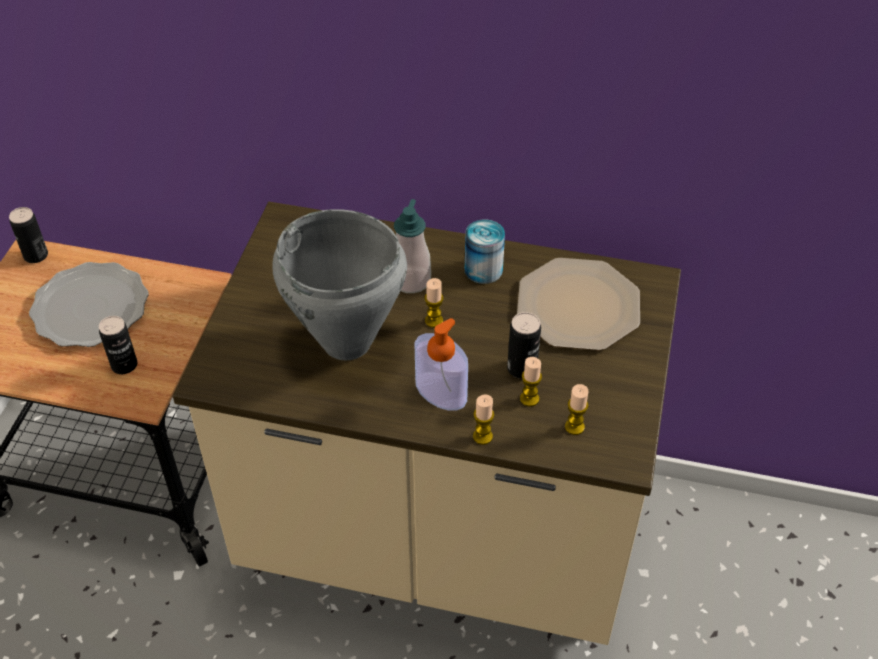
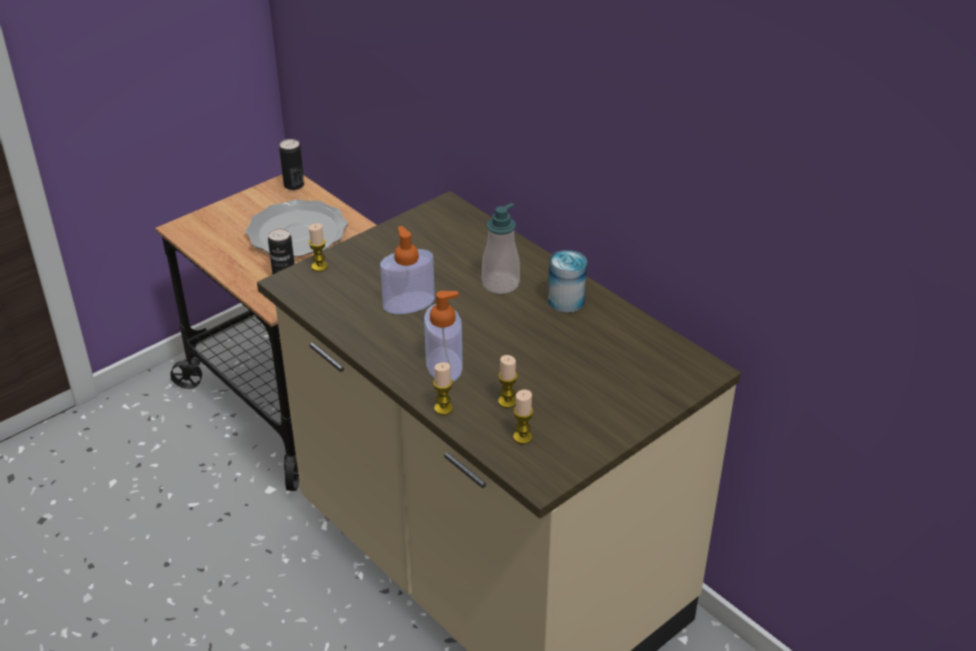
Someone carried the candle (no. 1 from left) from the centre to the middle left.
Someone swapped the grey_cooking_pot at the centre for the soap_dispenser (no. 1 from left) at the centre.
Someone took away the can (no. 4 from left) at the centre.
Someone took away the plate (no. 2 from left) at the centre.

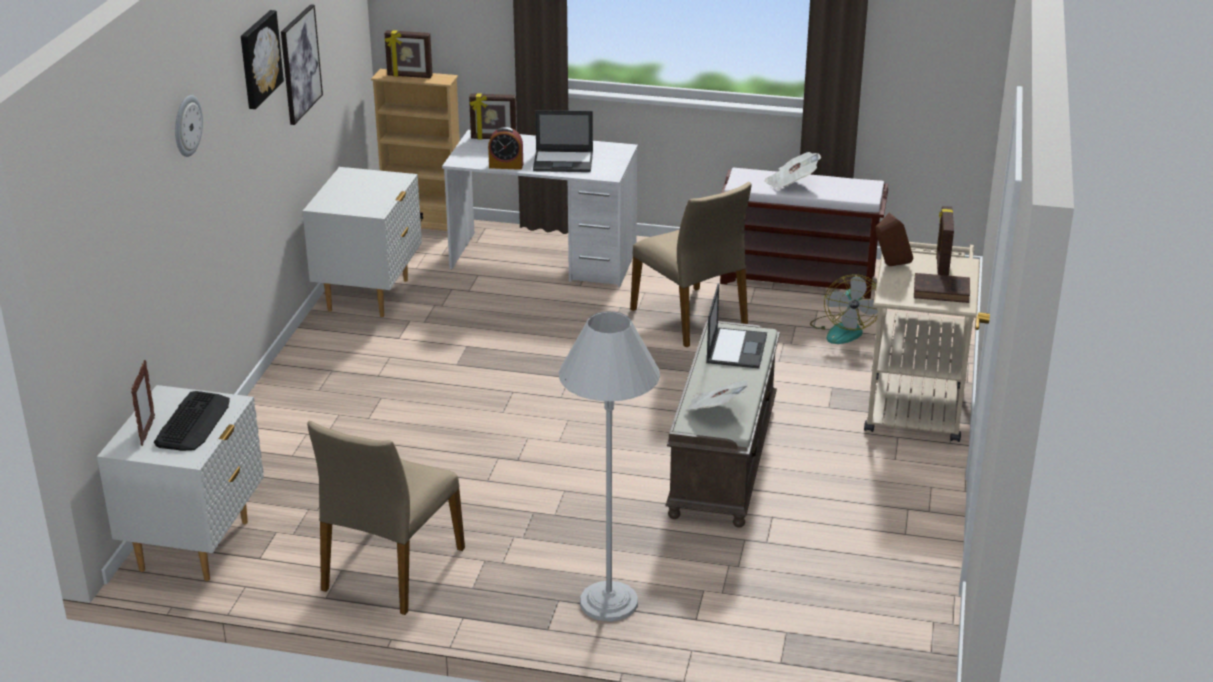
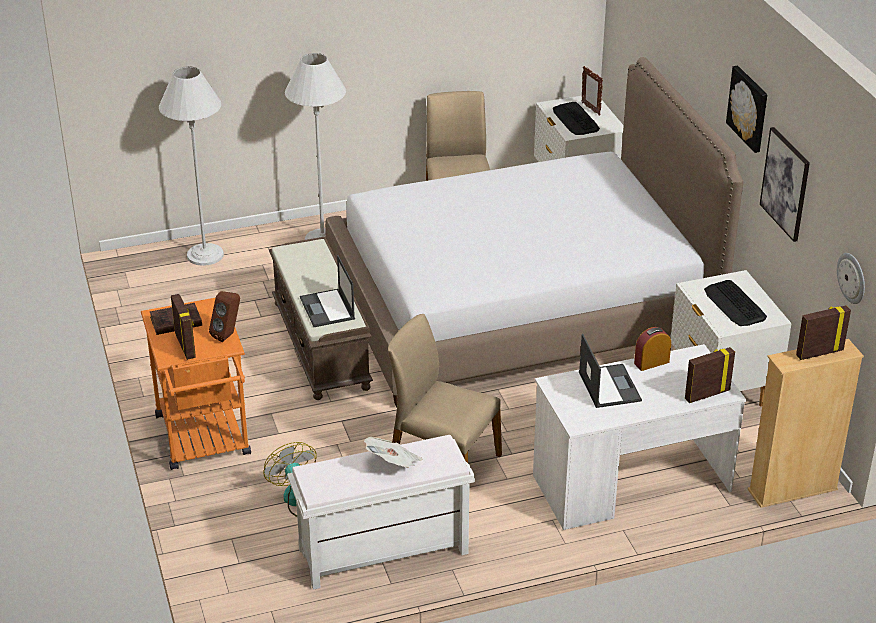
Someone repainted the beige_cart at the middle right, which became the orange_cart at the middle left.
Someone put down the white_floor_lamp (no. 1 from left) at the top left.
Someone repainted the brown_bench (no. 2 from left) at the centre, which became the white_bench at the bottom centre.
Someone put down the bed at the centre.
Someone rotated the laptop (no. 1 from left in the first image) at the top centre by 105 degrees clockwise.
Someone put down the keyboard (no. 2 from left) at the middle right.
Someone carried the wall_clock from the top left to the middle right.
Someone took away the newspaper (no. 1 from left) at the centre.

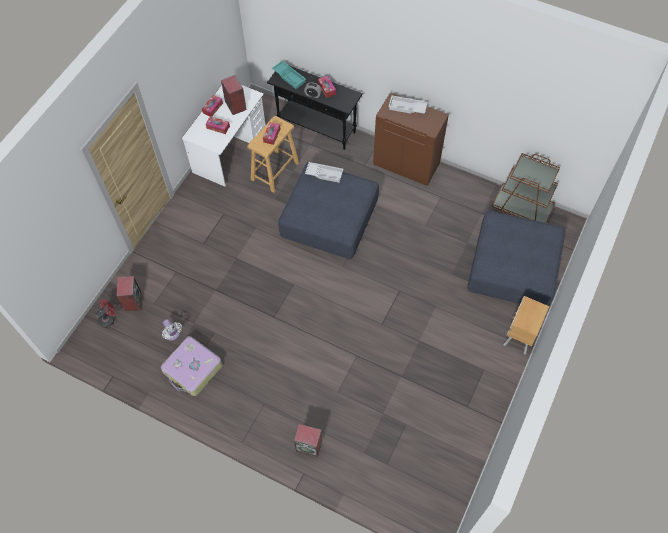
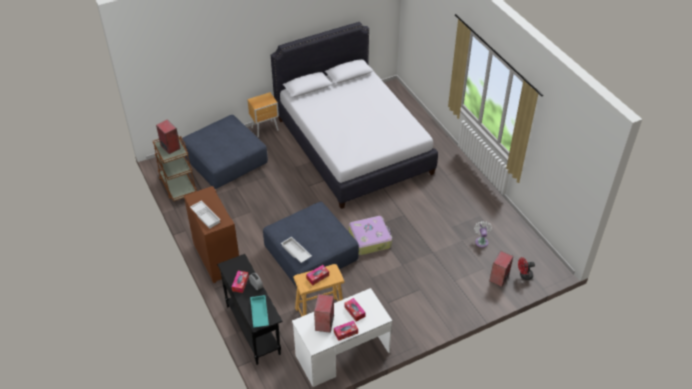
Someone carried the speaker (no. 3 from left in the first image) from the bottom centre to the middle left.
Someone put down the white_bed at the top centre.
Someone carried the suitcase from the bottom left to the centre.

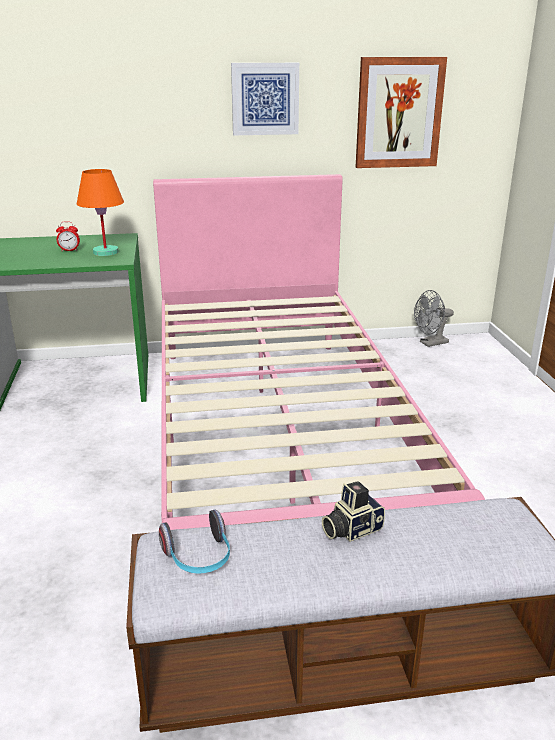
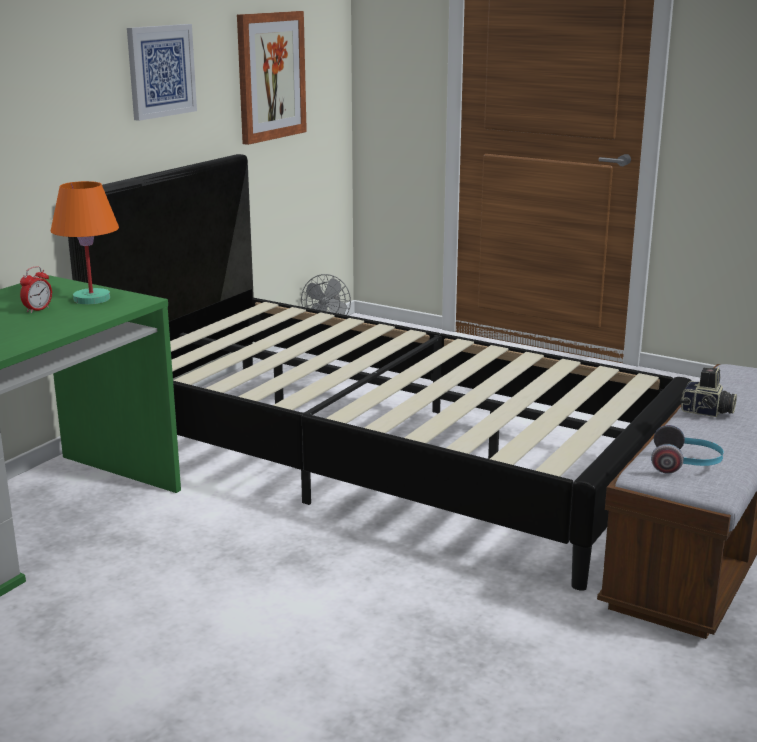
Someone repainted the pink_bed at the centre, which became the black_bed at the centre.
Someone rotated the photo_camera at the bottom centre by 75 degrees counterclockwise.

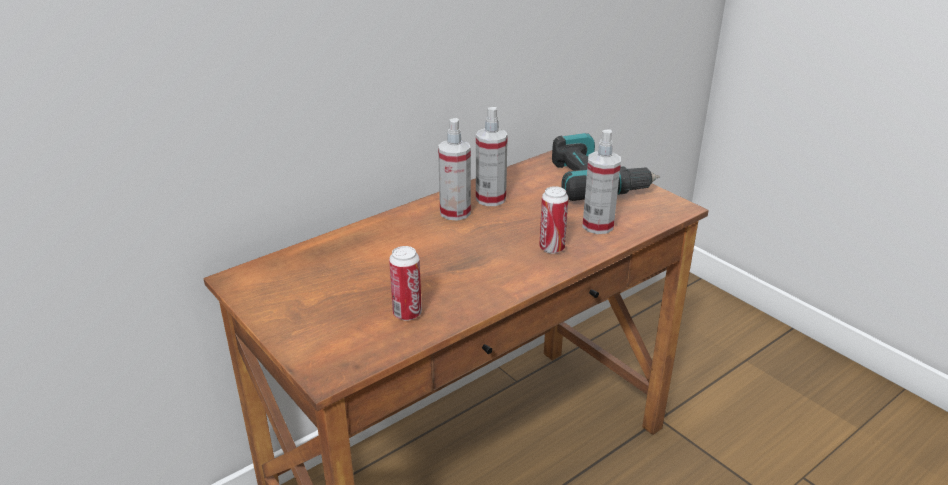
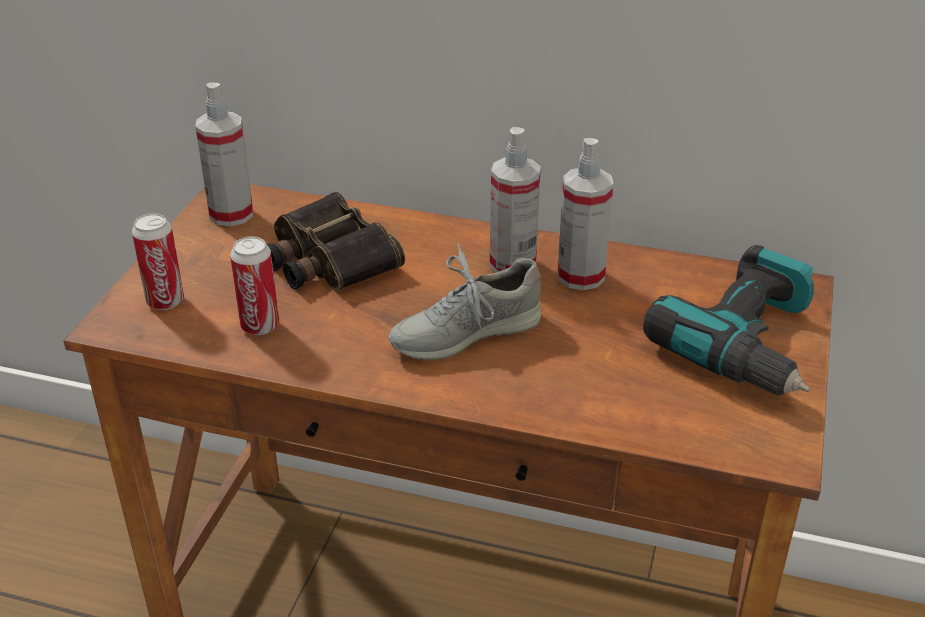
Someone carried the can (no. 2 from left in the first image) from the centre to the middle left.
Someone carried the spray_bottle (no. 3 from left in the first image) from the centre to the top left.
Someone put down the binoculars at the centre.
Someone put down the grey_shoe at the centre.

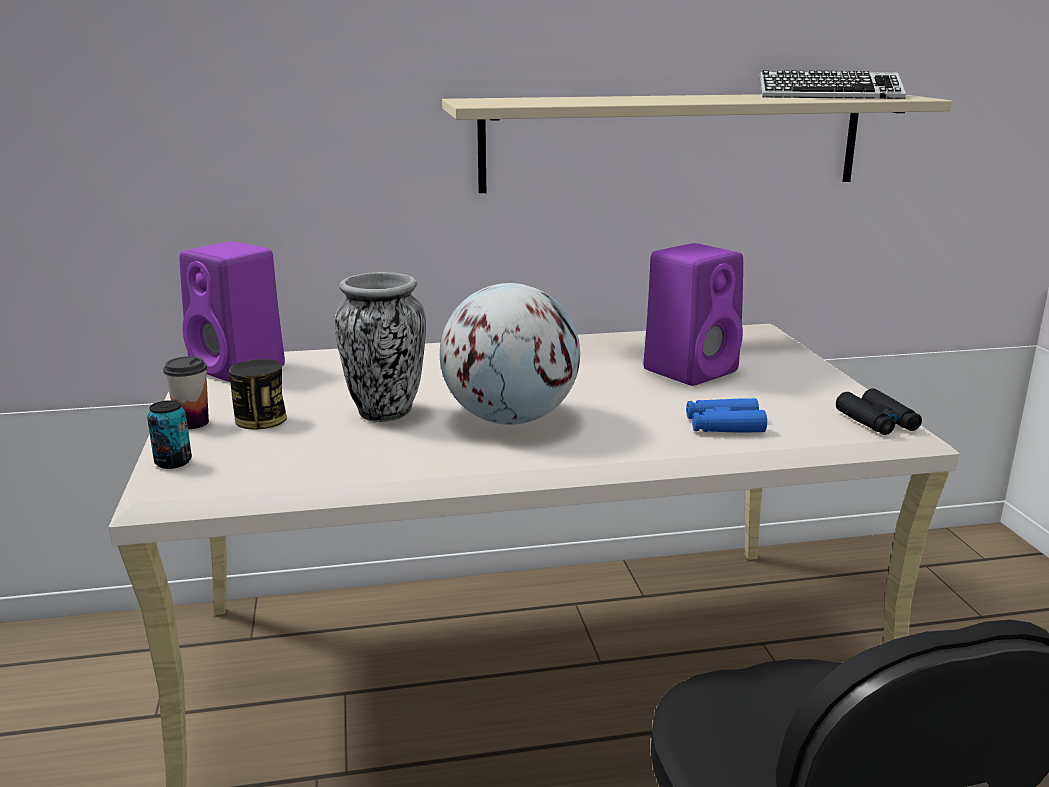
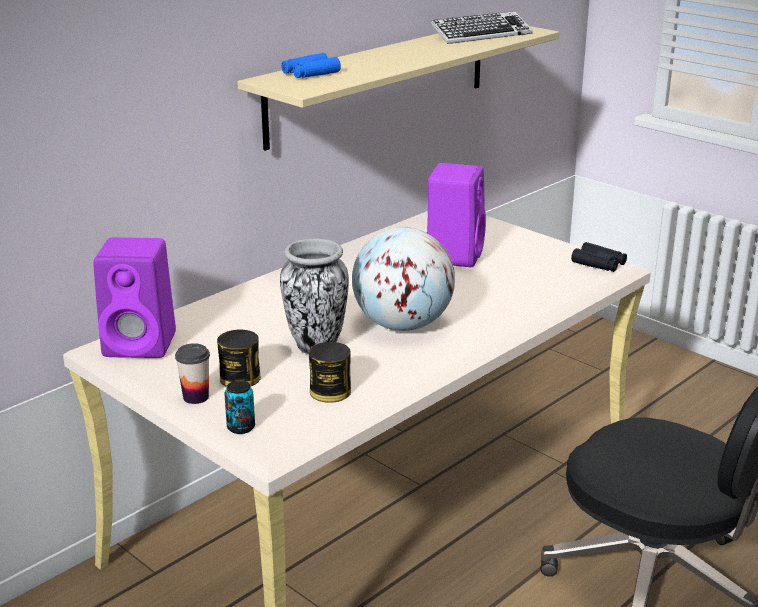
Someone carried the blue_binoculars from the middle right to the top centre.
Someone put down the can (no. 3 from left) at the centre.

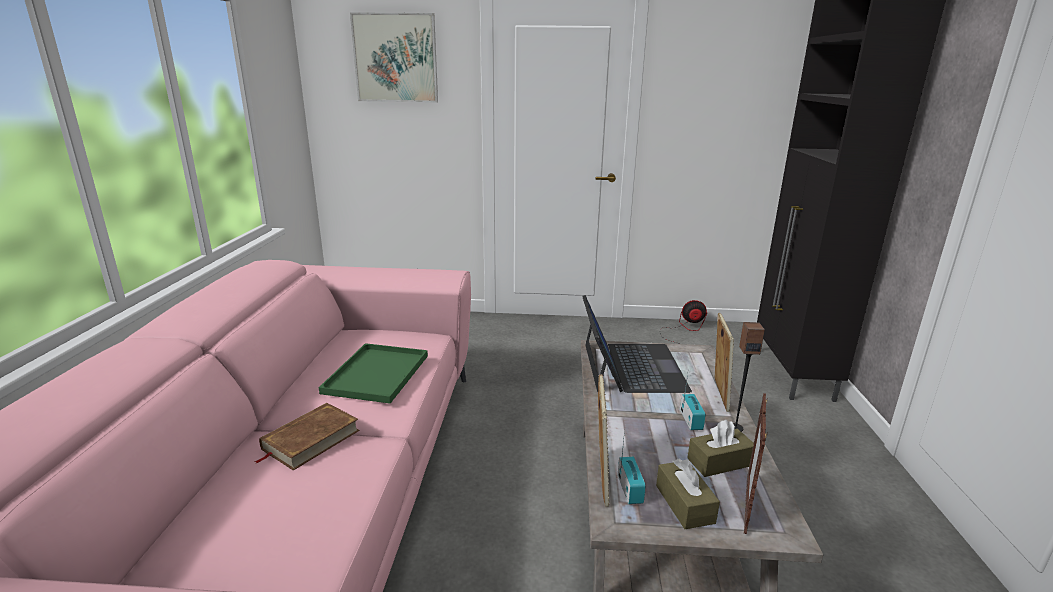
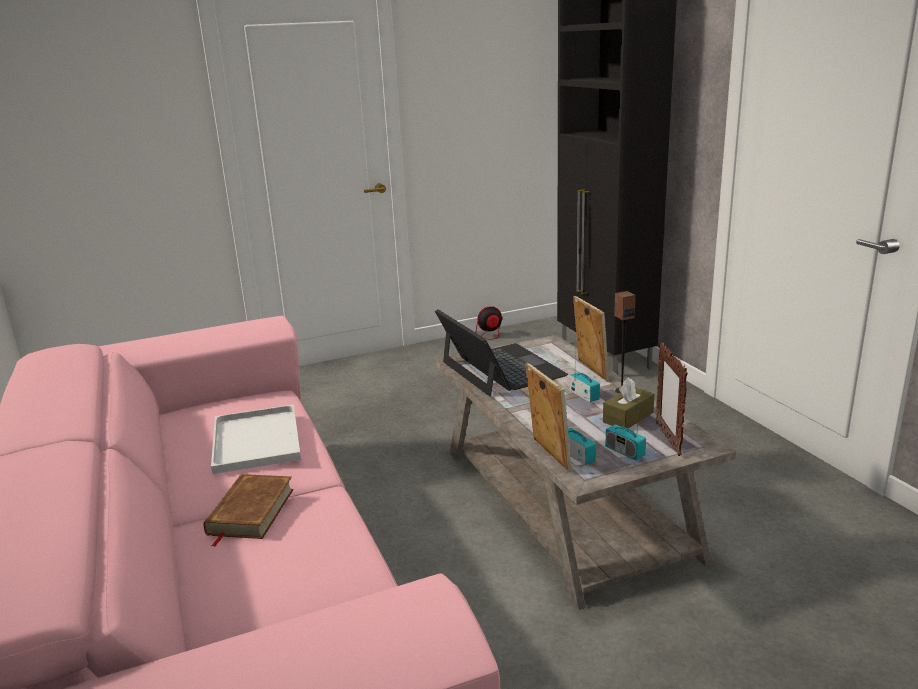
Someone repainted the green_tray at the centre, which became the white_tray at the middle left.
Someone swapped the brown_tissue_box (no. 1 from left) at the bottom centre for the radio (no. 3 from left) at the middle right.
Someone took away the picture at the top centre.

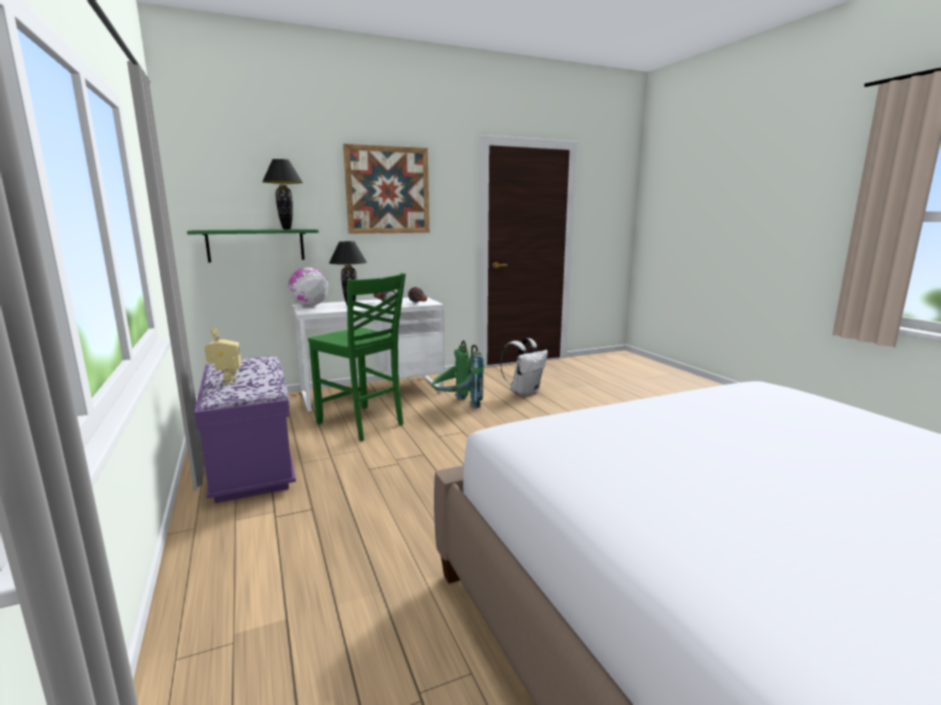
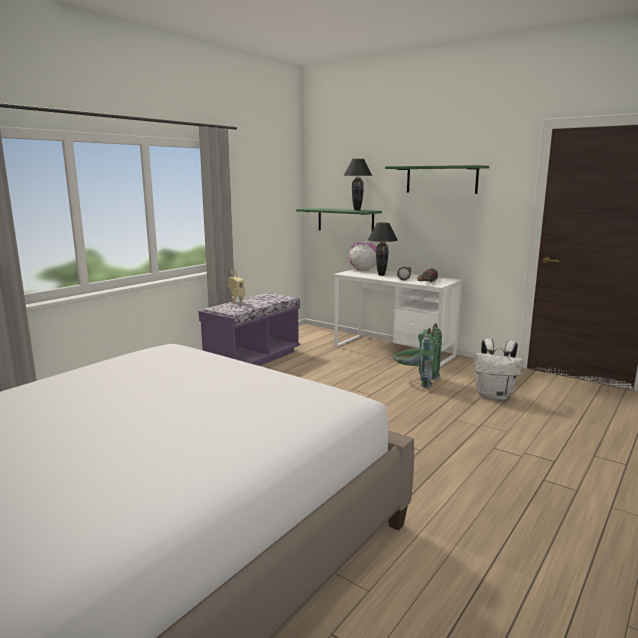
Someone swapped the picture at the top centre for the green_shelf (no. 2 from left) at the top right.
Someone took away the green_chair at the centre.

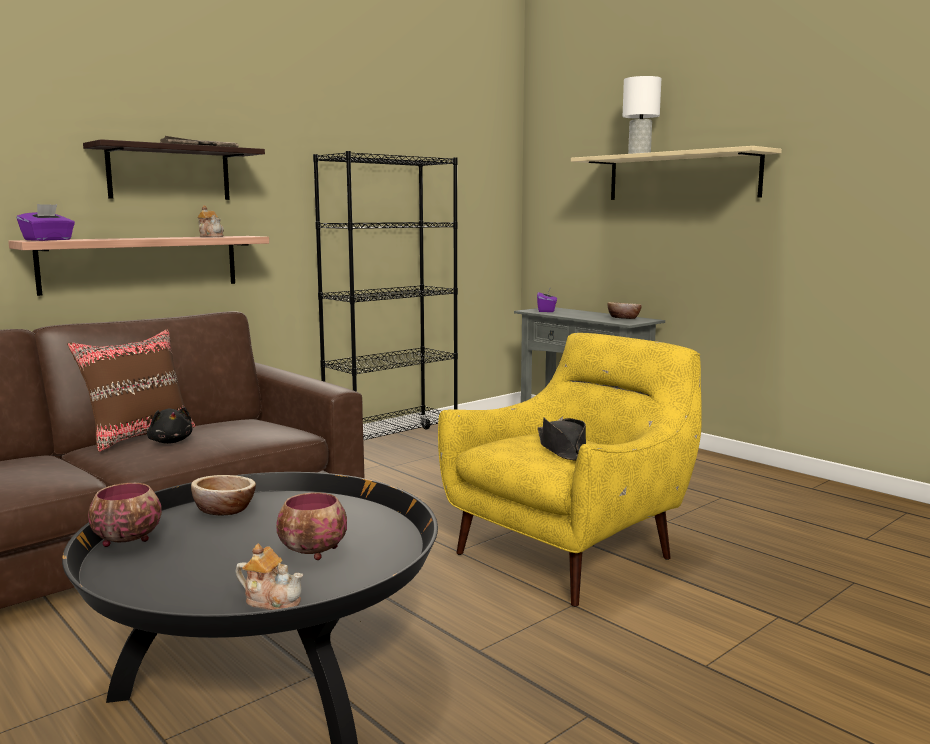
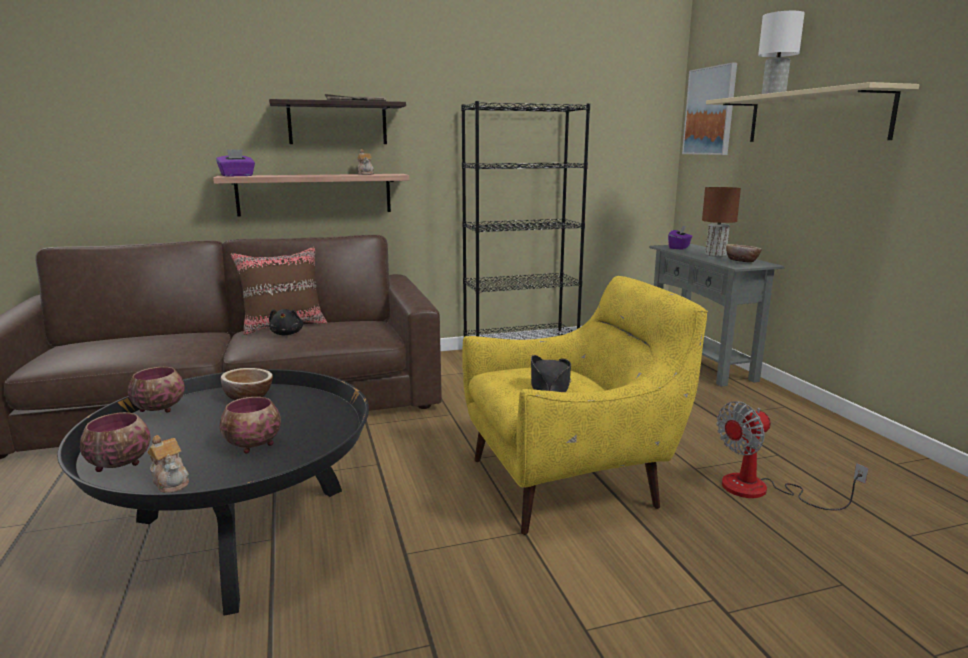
Someone put down the bowl (no. 1 from left) at the bottom left.
Someone put up the picture at the top right.
Someone put down the brown_table_lamp at the middle right.
Someone put down the fan at the bottom right.

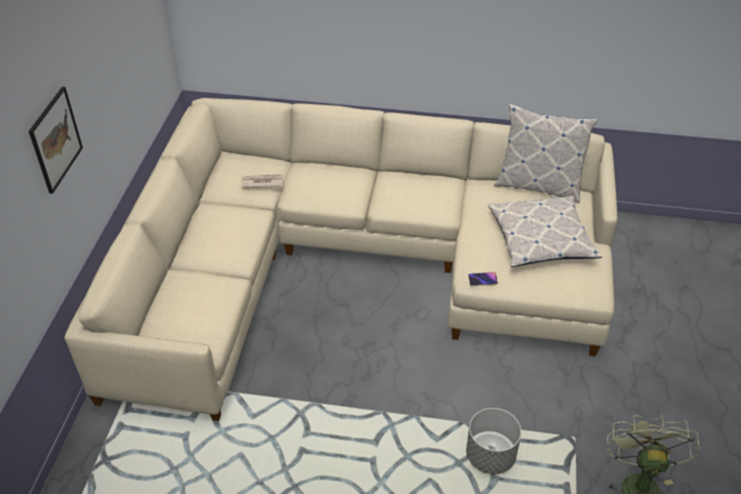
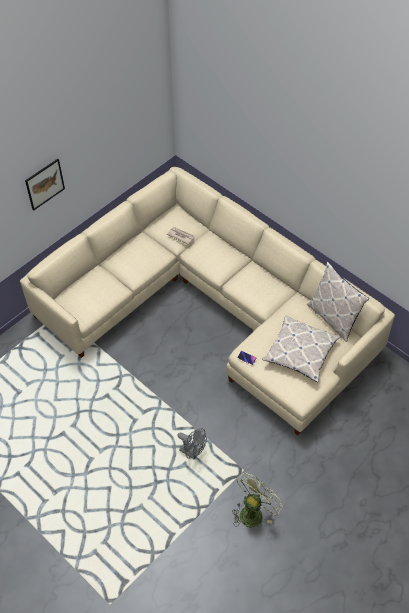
Someone swapped the grey_planter at the bottom centre for the grey_fan at the bottom centre.

